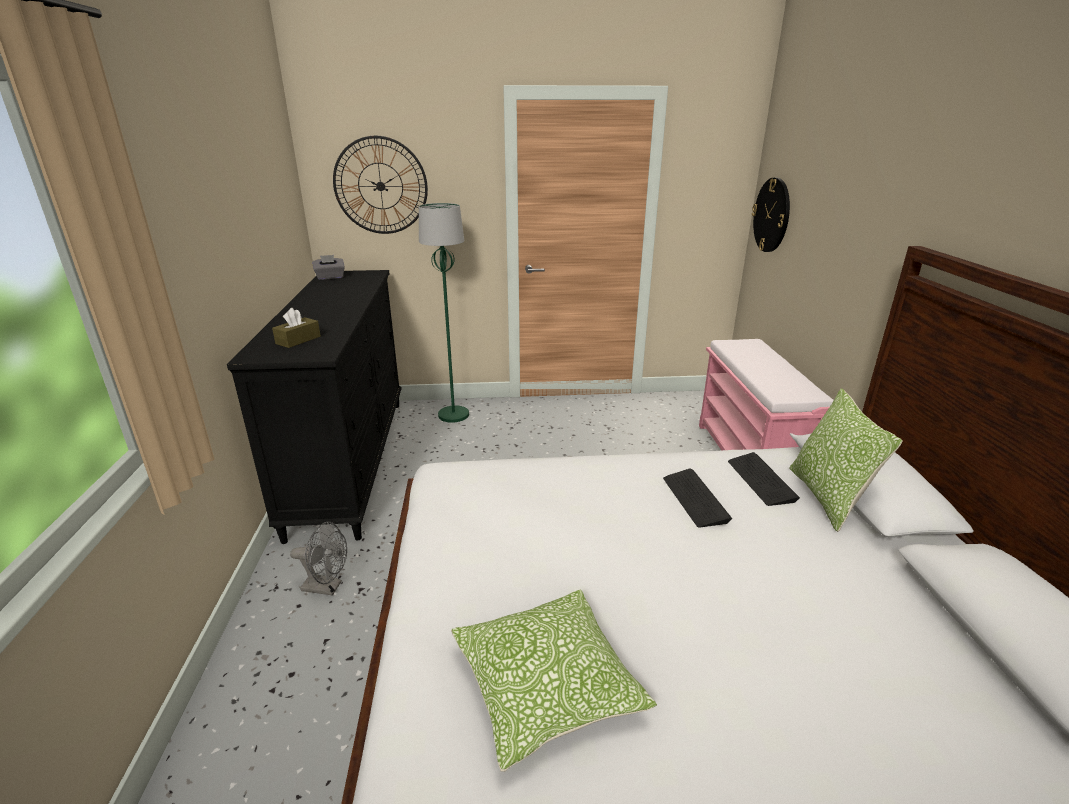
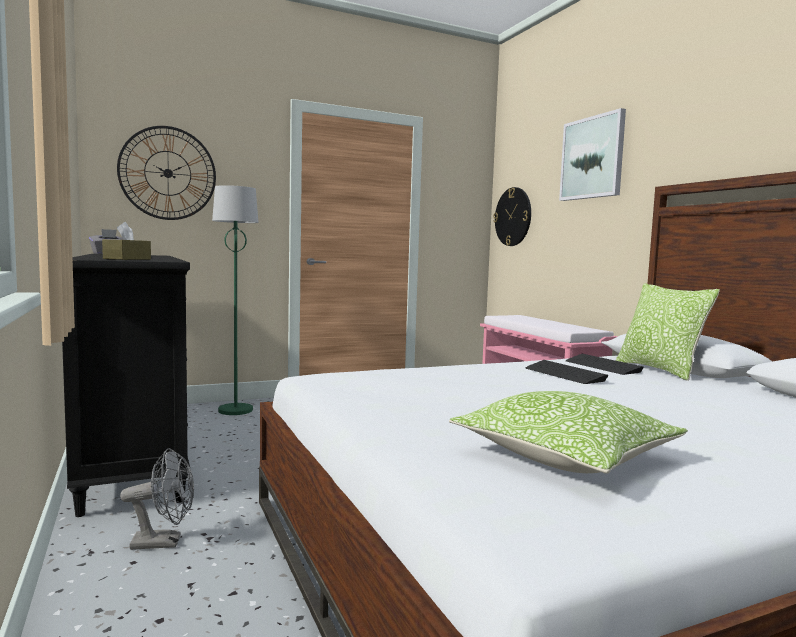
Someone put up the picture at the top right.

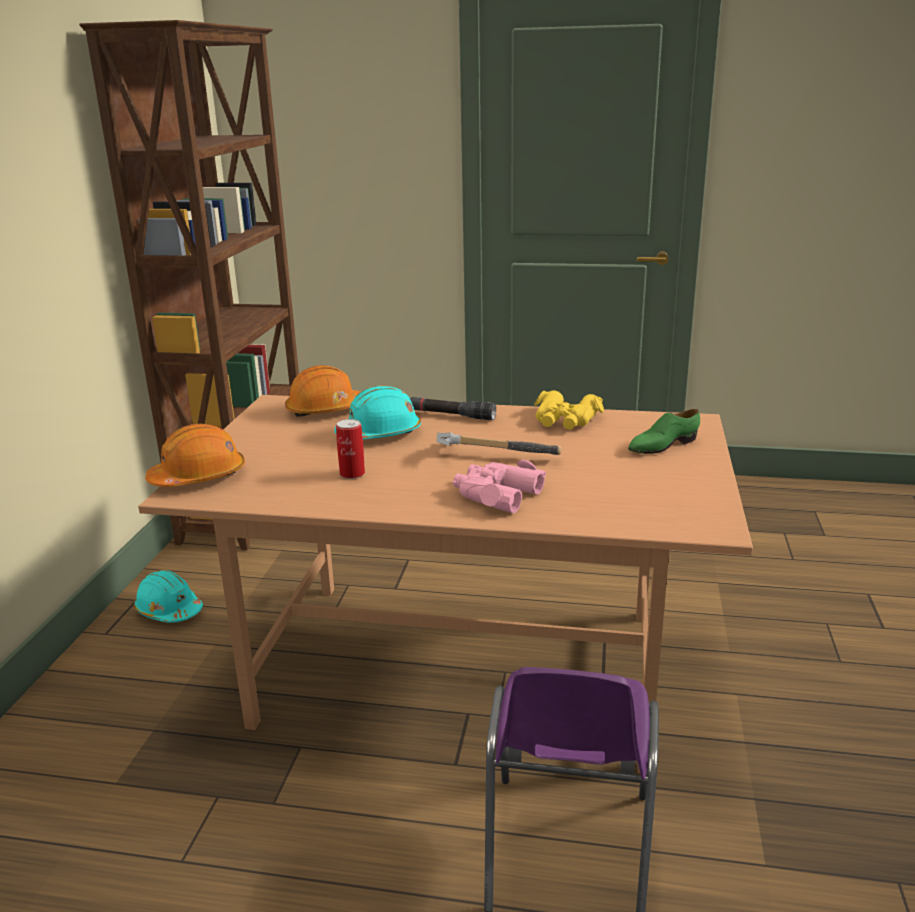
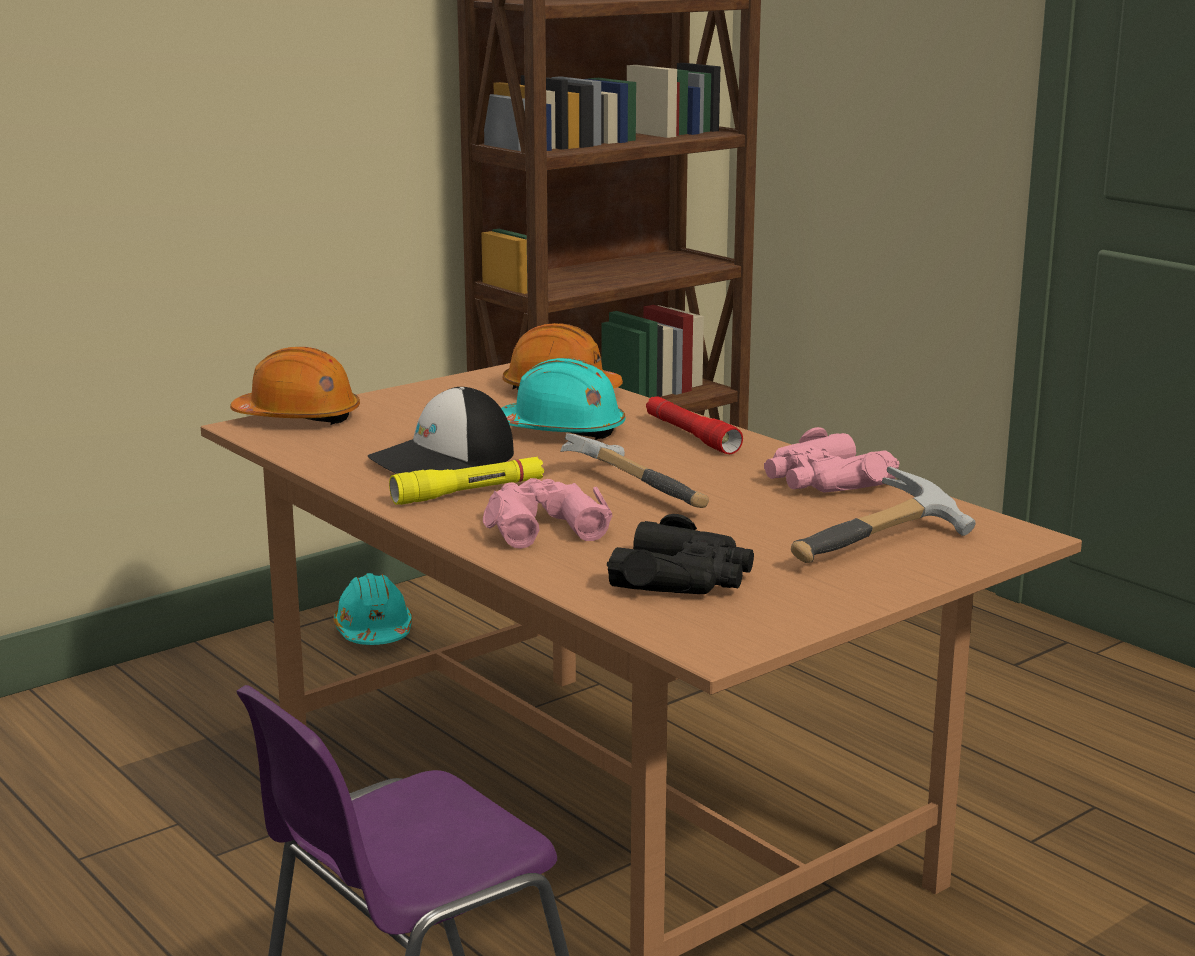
Someone swapped the can at the centre for the cap at the centre.
Someone put down the yellow_flashlight at the centre.
Someone put down the black_binoculars at the centre.
Someone repainted the black_flashlight at the centre, which became the red_flashlight at the centre.
Someone repainted the yellow_binoculars at the centre, which became the pink_binoculars (no. 2 from left) at the middle right.
Someone swapped the green_shoe at the middle right for the hammer (no. 2 from left) at the middle right.

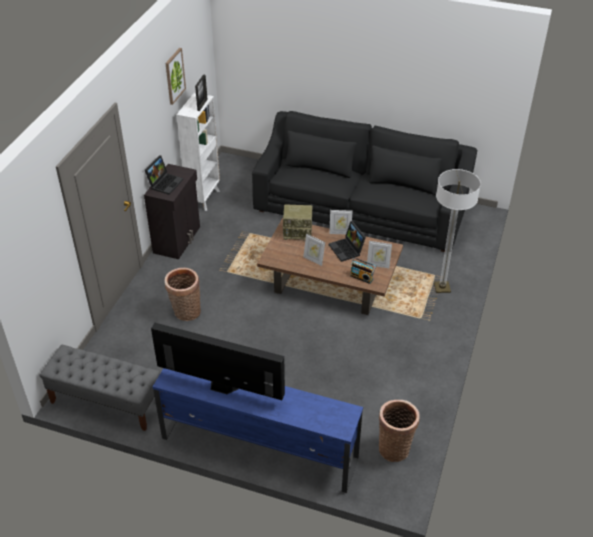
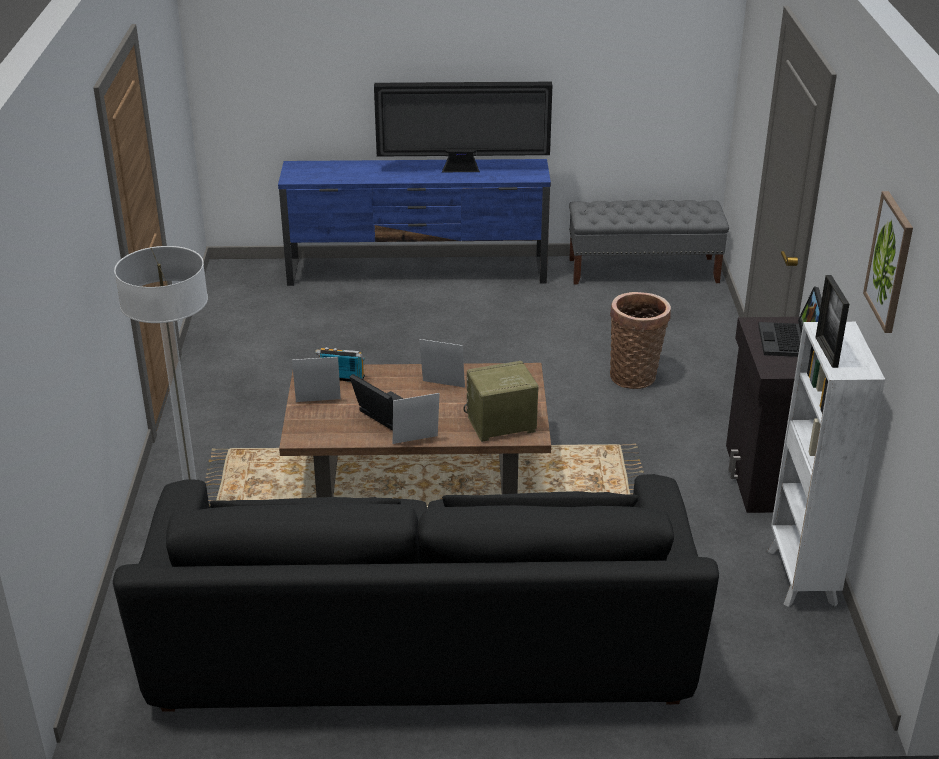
Someone took away the basket (no. 2 from left) at the bottom right.

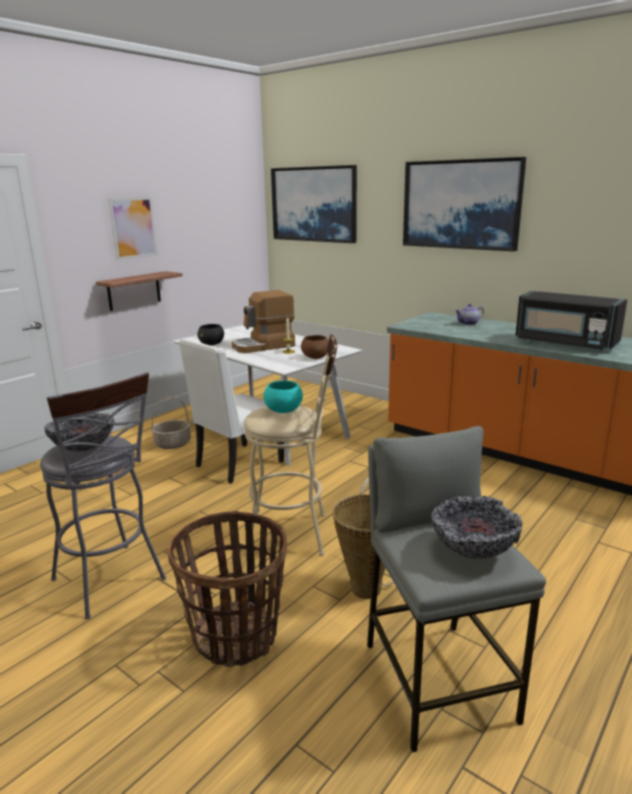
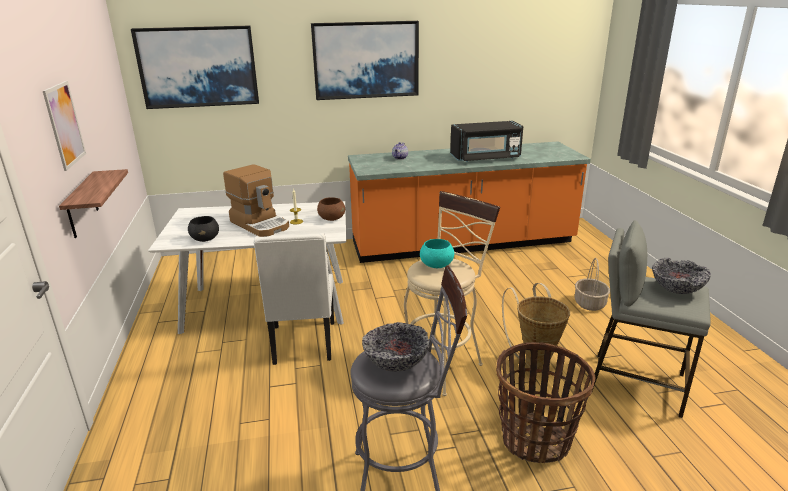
Someone rotated the coffee_machine at the centre by 60 degrees counterclockwise.
Someone carried the basket (no. 1 from left in the first image) from the middle left to the middle right.

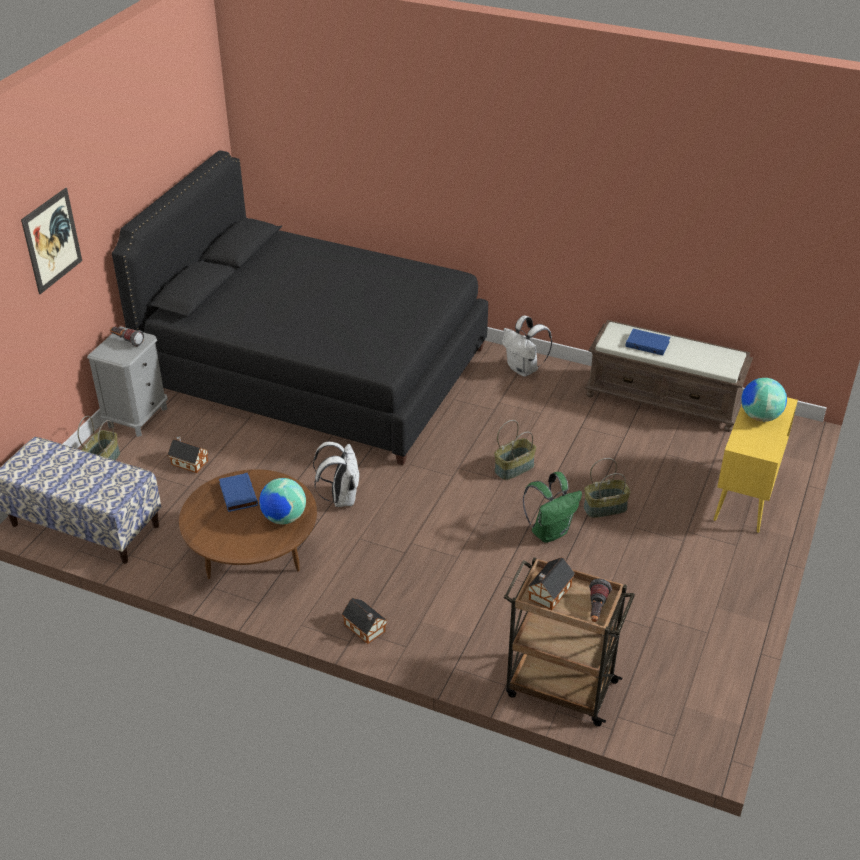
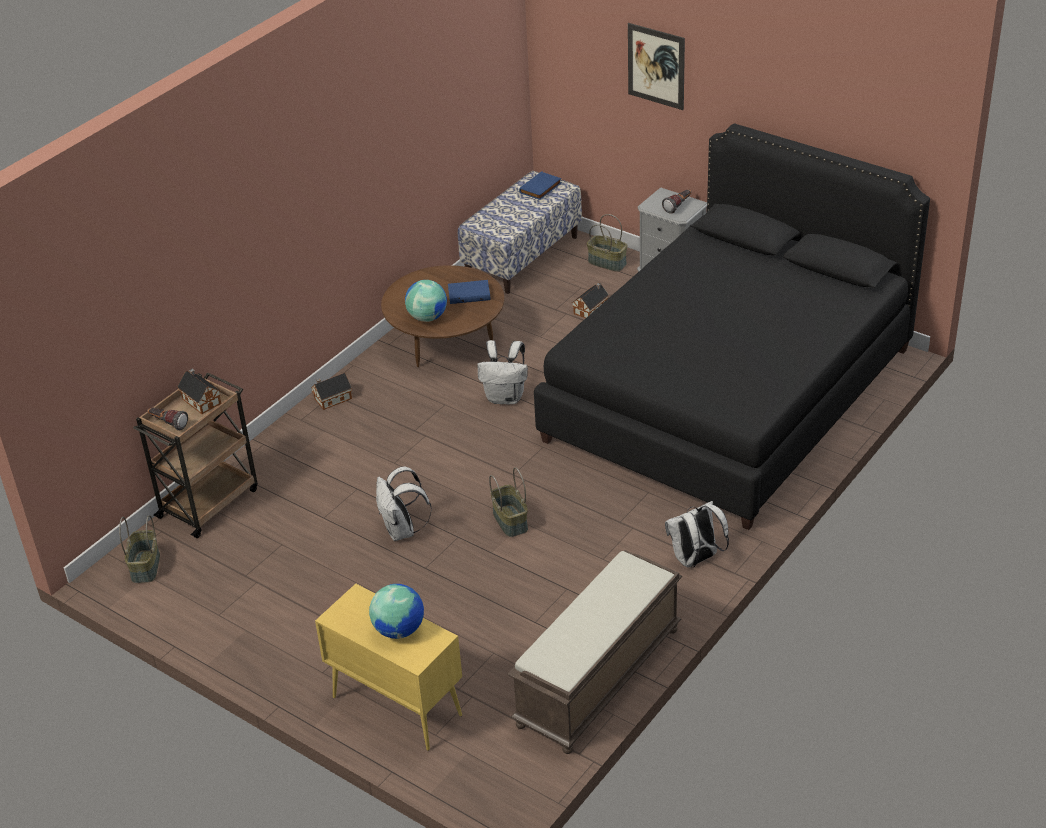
Someone carried the basket (no. 3 from left in the first image) from the middle right to the middle left.
Someone repainted the green_backpack at the centre, which became the white_backpack (no. 1 from left) at the centre.
Someone carried the blue_book (no. 2 from left) from the middle right to the top centre.

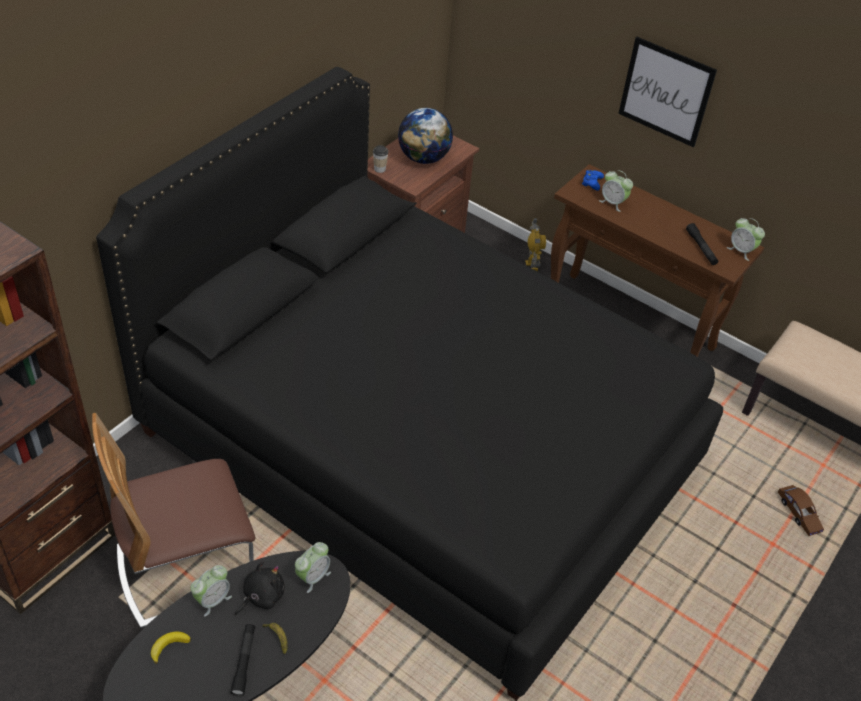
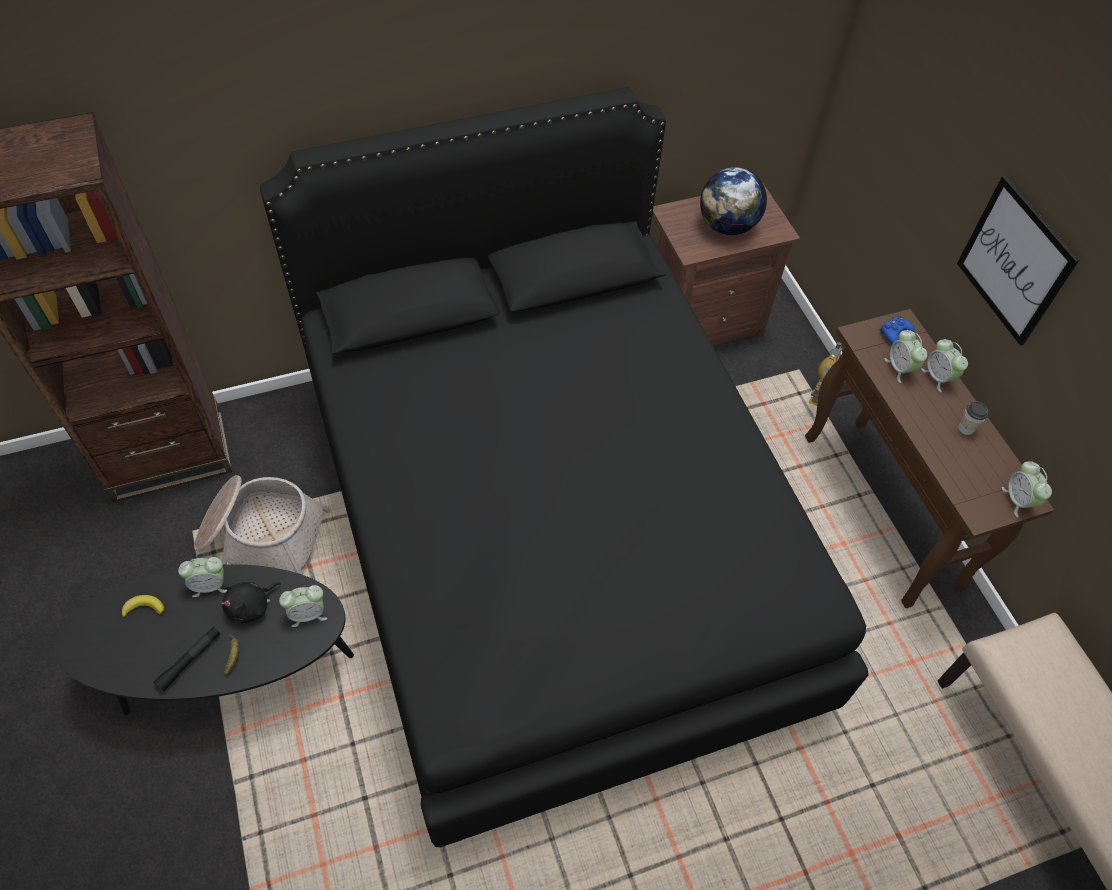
Someone swapped the chair at the bottom left for the basket at the middle left.
Someone rotated the black_plush_toy at the bottom left by 150 degrees clockwise.
Someone put down the alarm_clock (no. 4 from left) at the middle right.
Someone carried the cup from the top centre to the middle right.
Someone took away the black_flashlight (no. 2 from left) at the middle right.
Someone took away the brown_toy_car at the bottom right.

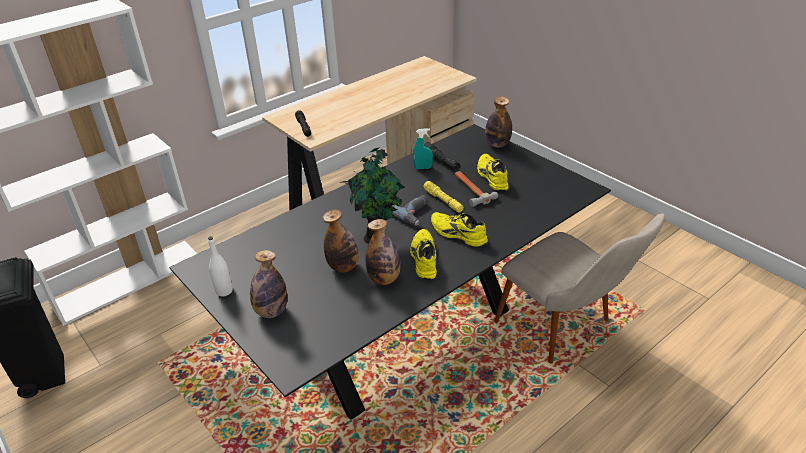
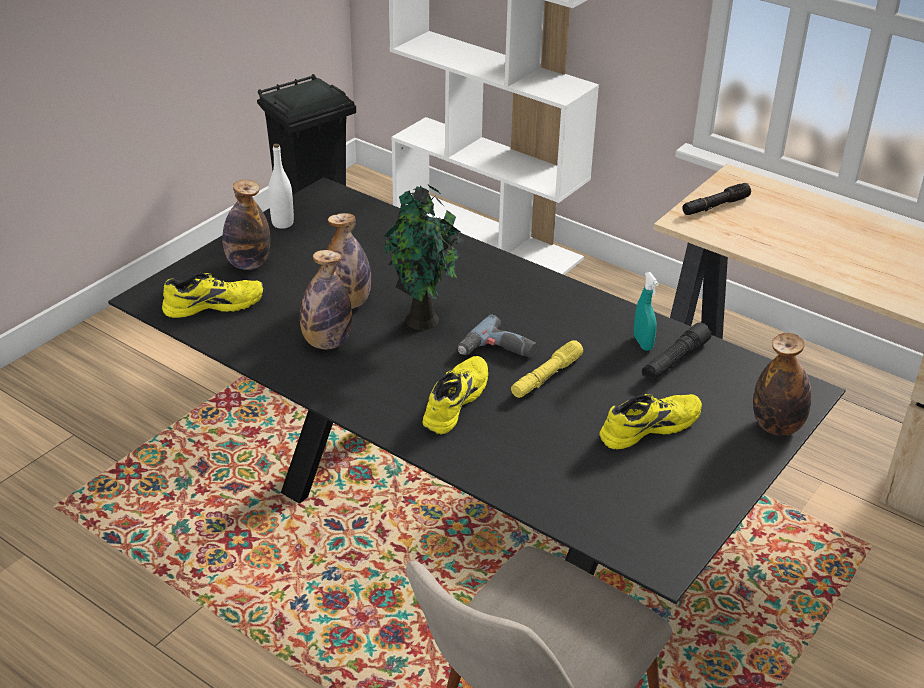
Someone carried the yellow_shoe (no. 1 from left) from the centre to the middle left.
Someone took away the hammer at the centre.

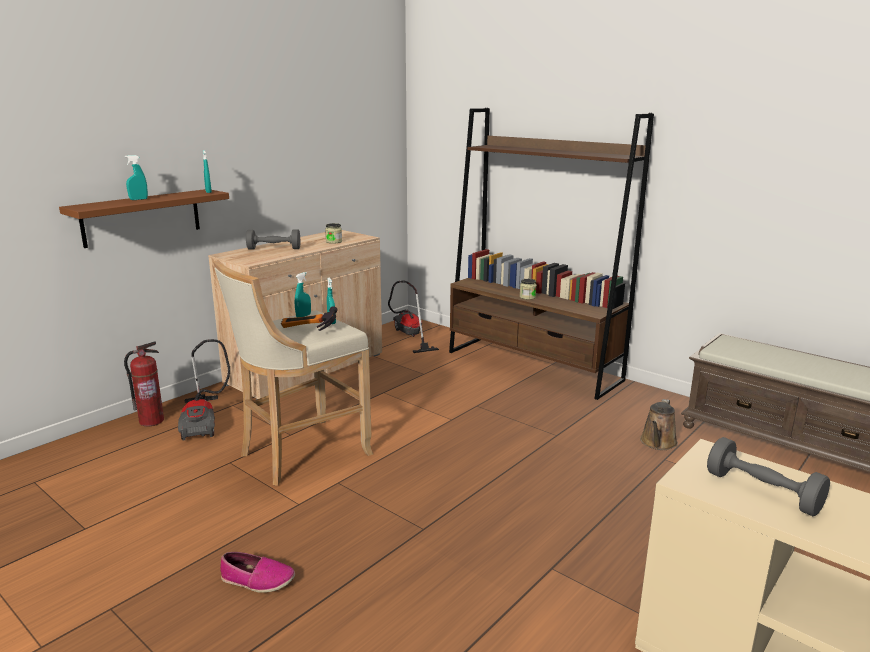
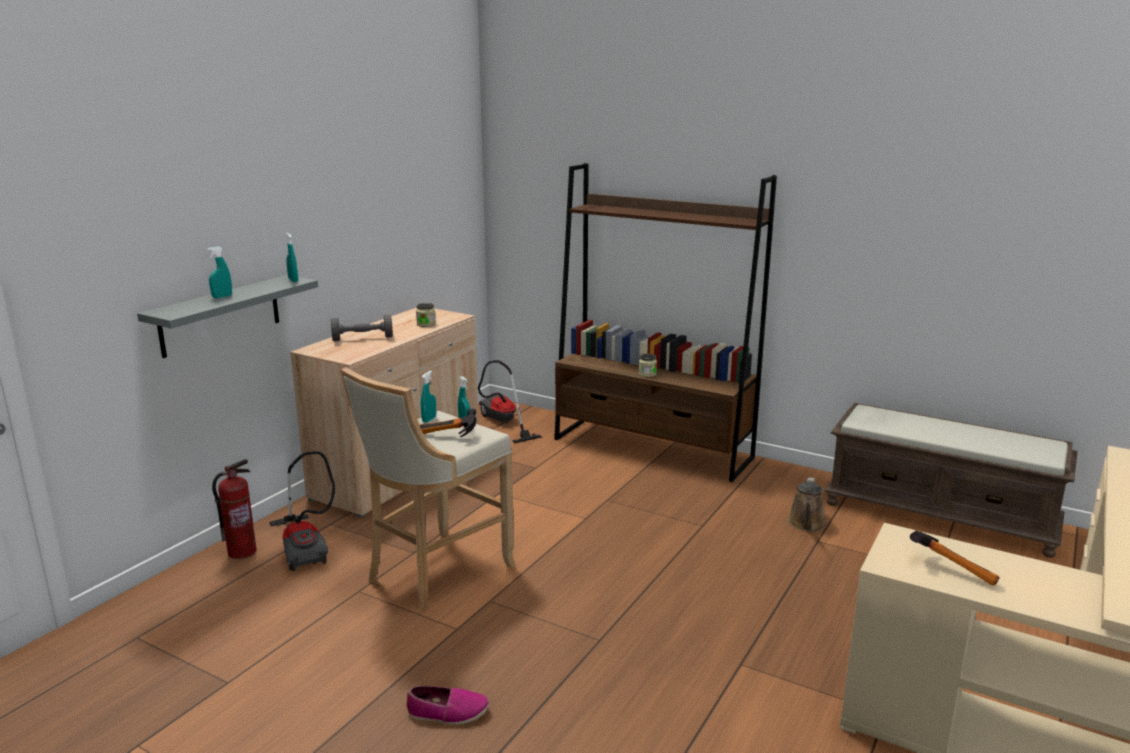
Someone repainted the brown_shelf at the middle left, which became the grey_shelf at the middle left.
Someone swapped the grey_dumbbell (no. 2 from left) at the bottom right for the hammer (no. 2 from left) at the bottom right.

